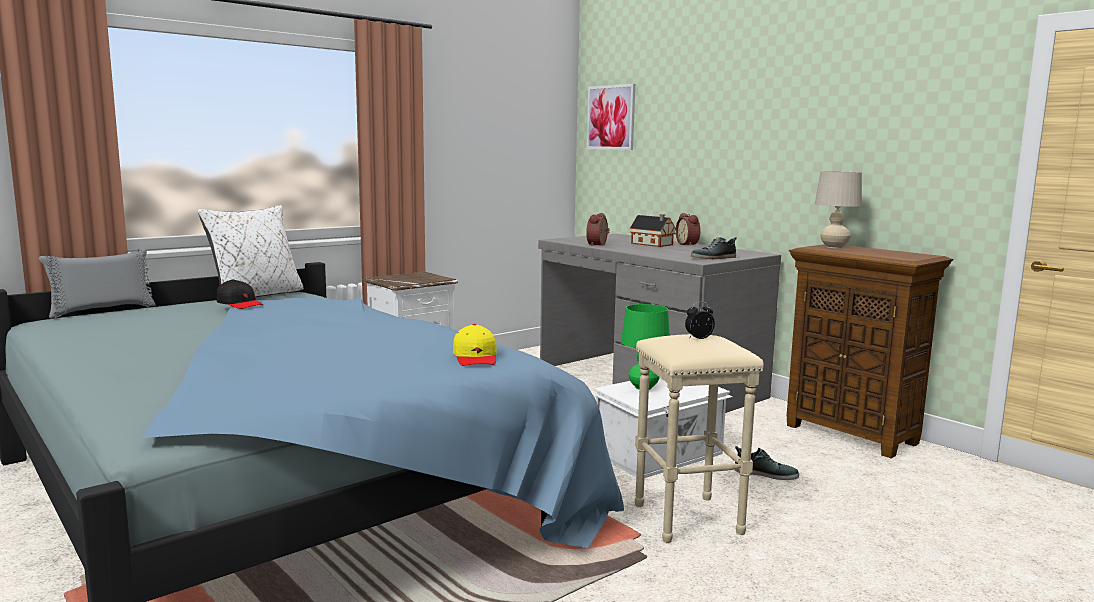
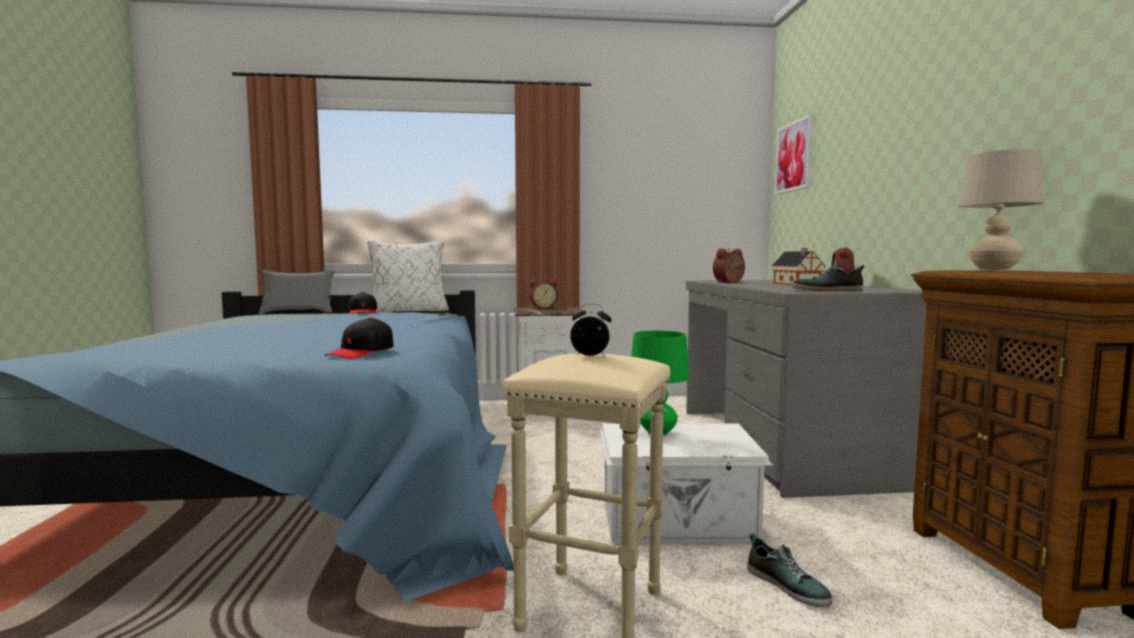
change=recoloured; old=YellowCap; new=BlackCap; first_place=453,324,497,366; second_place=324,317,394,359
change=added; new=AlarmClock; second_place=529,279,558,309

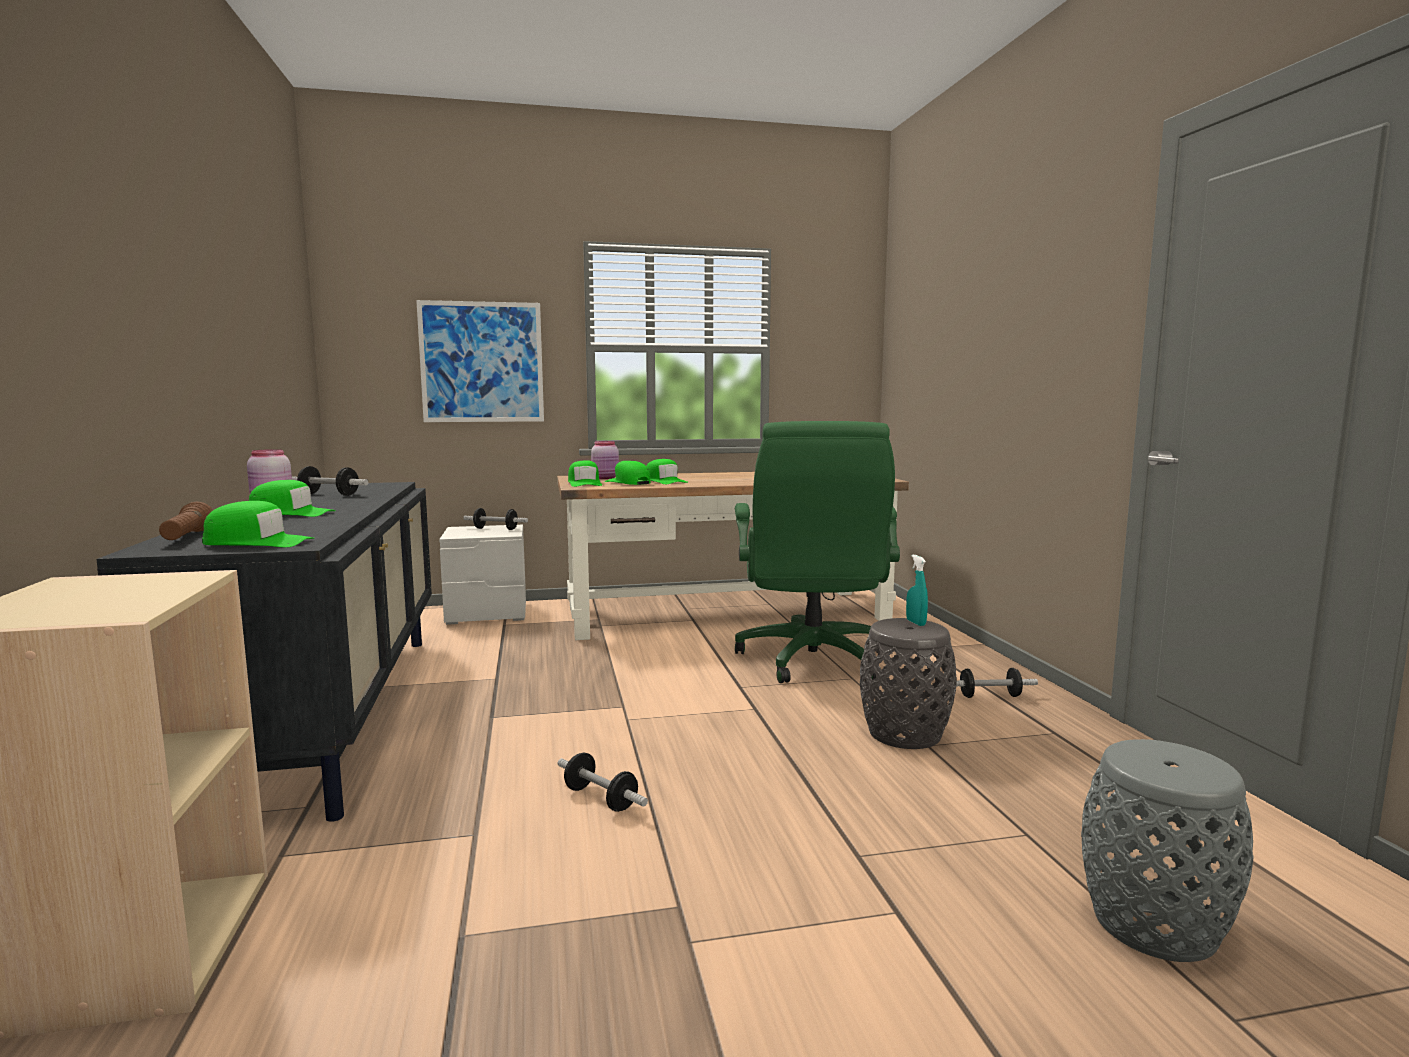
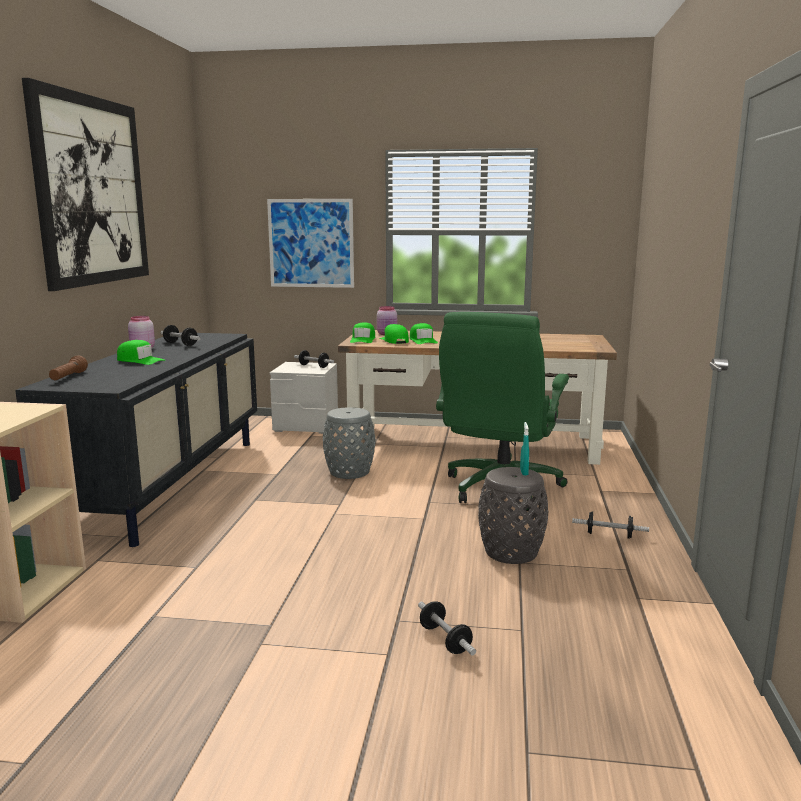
change=removed; old=GreenCap; first_place=202,501,314,547
change=moved; old=GreyStool; first_place=1081,739,1253,962; second_place=323,407,375,479
change=moved; old=Dumbbell; first_place=558,752,648,812; second_place=418,601,476,656
change=added; new=Picture; second_place=22,78,149,291

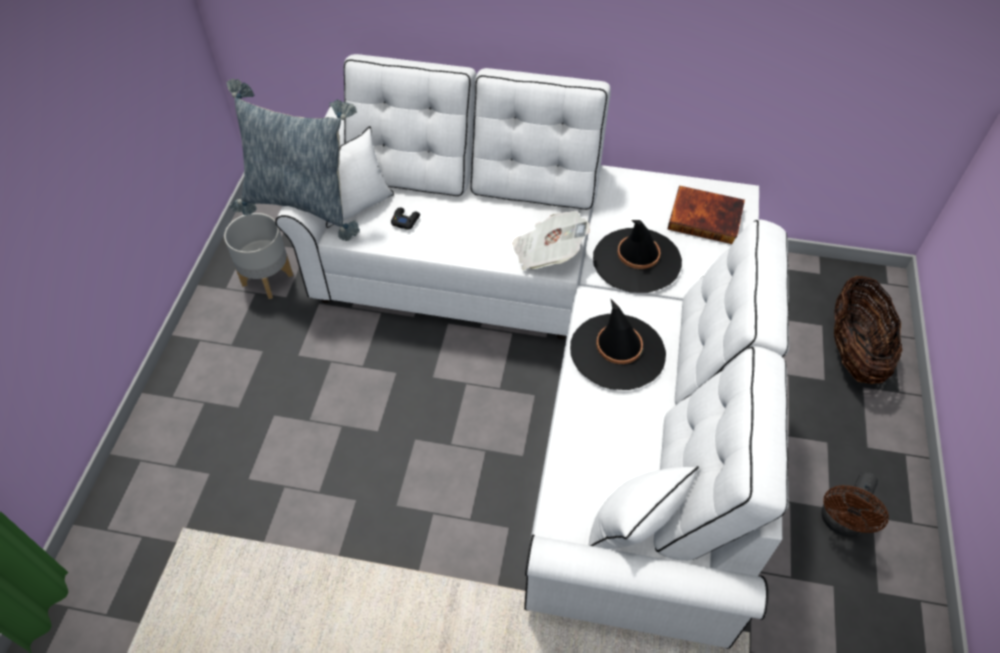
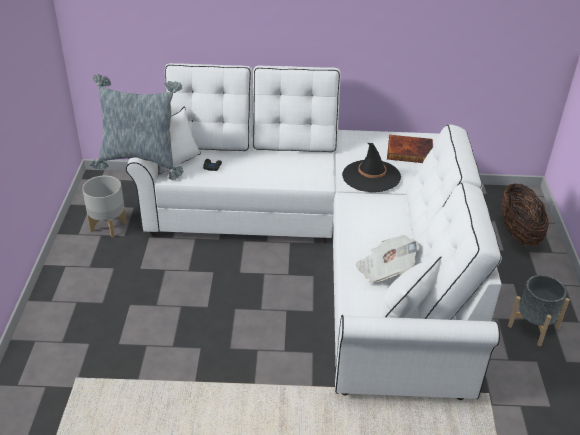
change=moved; old=Newspaper; first_place=512,211,590,270; second_place=356,235,420,283
change=removed; old=BlackHat; first_place=570,298,666,390
change=replaced; old=BrownFan; new=GreyPlanter; first_place=821,472,889,537; second_place=508,275,570,346

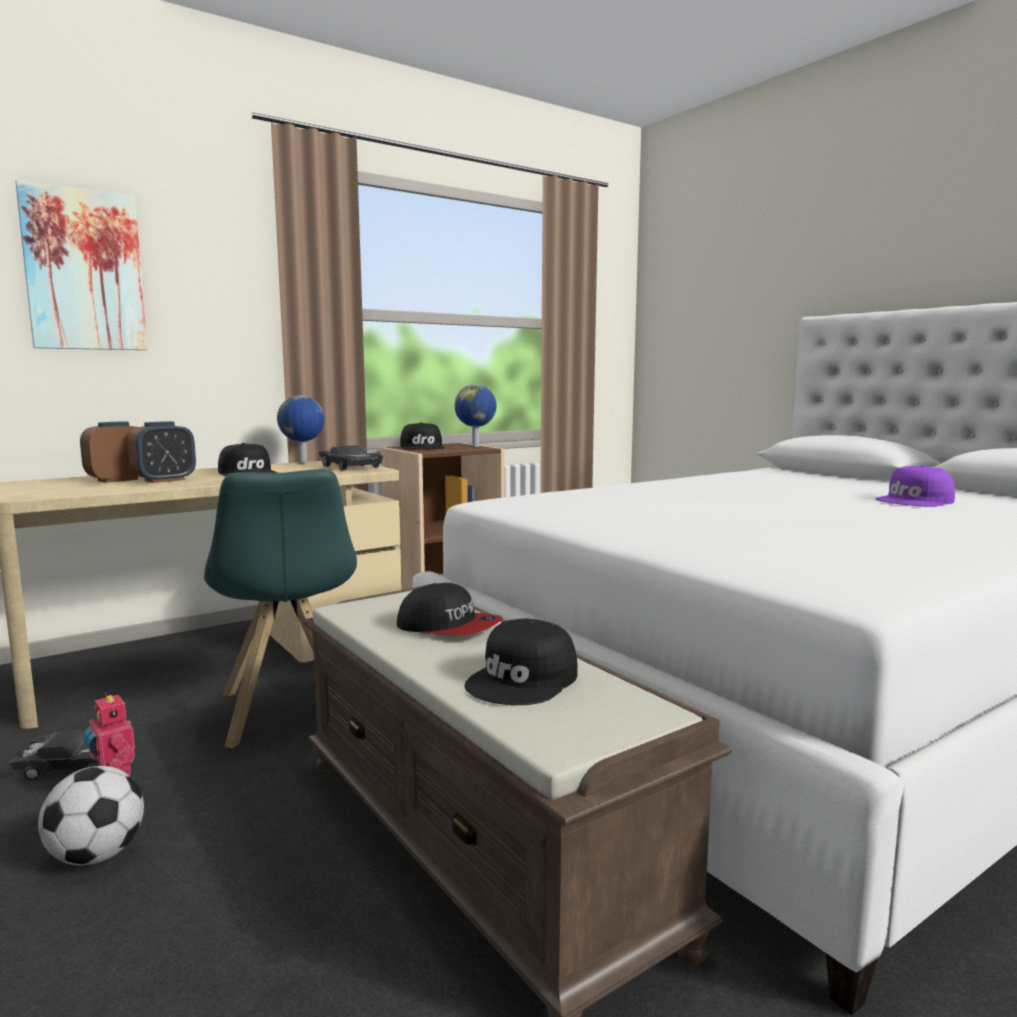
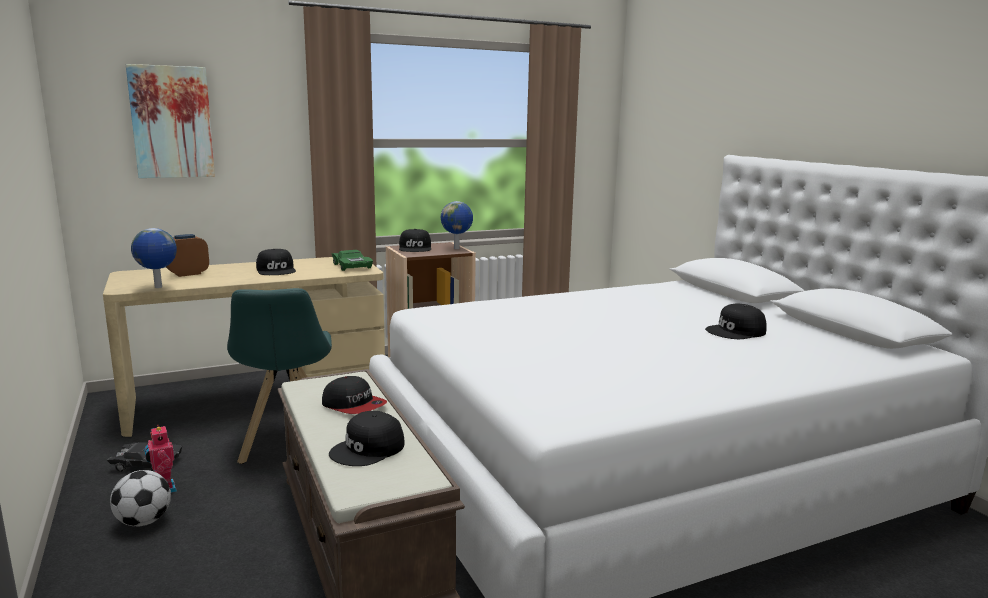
change=moved; old=Globe; first_place=277,395,325,463; second_place=131,228,177,288
change=removed; old=AlarmClock; first_place=128,421,196,483
change=recoloured; old=BlackToyCar; new=GreenToyCar; first_place=319,446,383,471; second_place=332,250,373,271
change=recoloured; old=PurpleCap; new=BlackCap; first_place=876,465,955,507; second_place=705,304,767,339

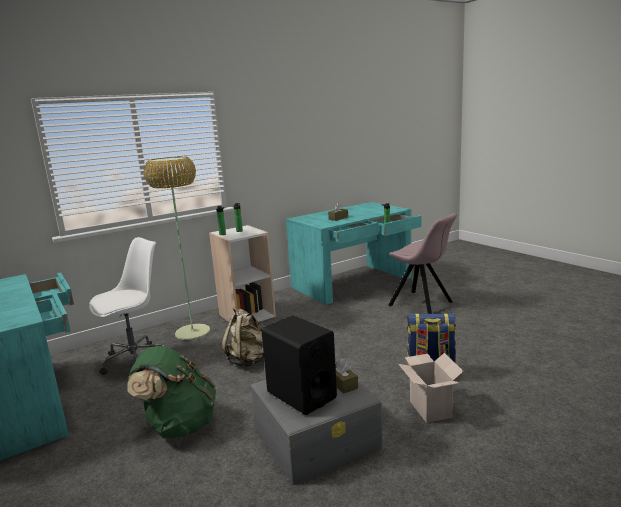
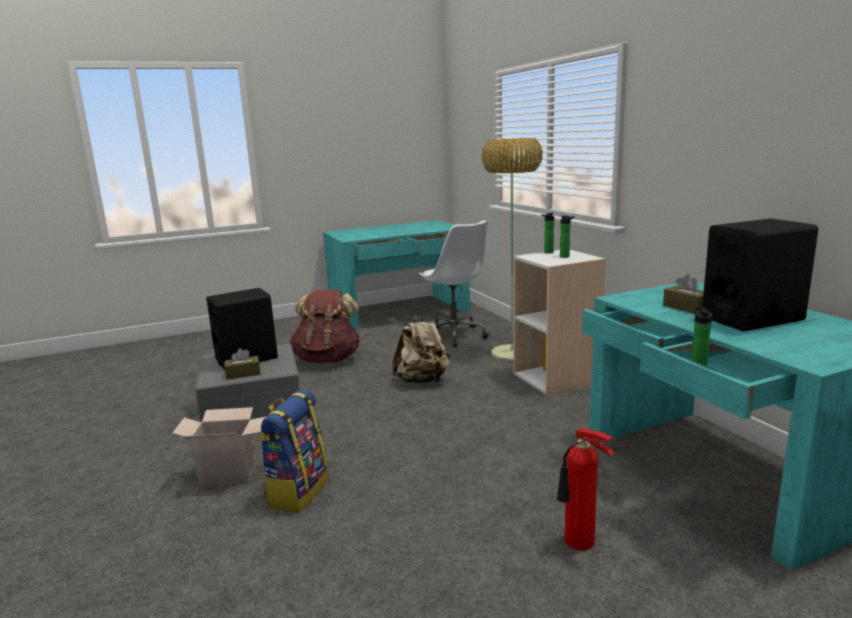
change=replaced; old=PinkChair; new=FireExtinguisher; first_place=389,213,457,314; second_place=557,428,614,550
change=recoloured; old=GreenBackpack; new=BrownBackpack; first_place=127,346,216,438; second_place=290,290,361,363
change=added; new=BlackSpeaker; second_place=702,219,818,331

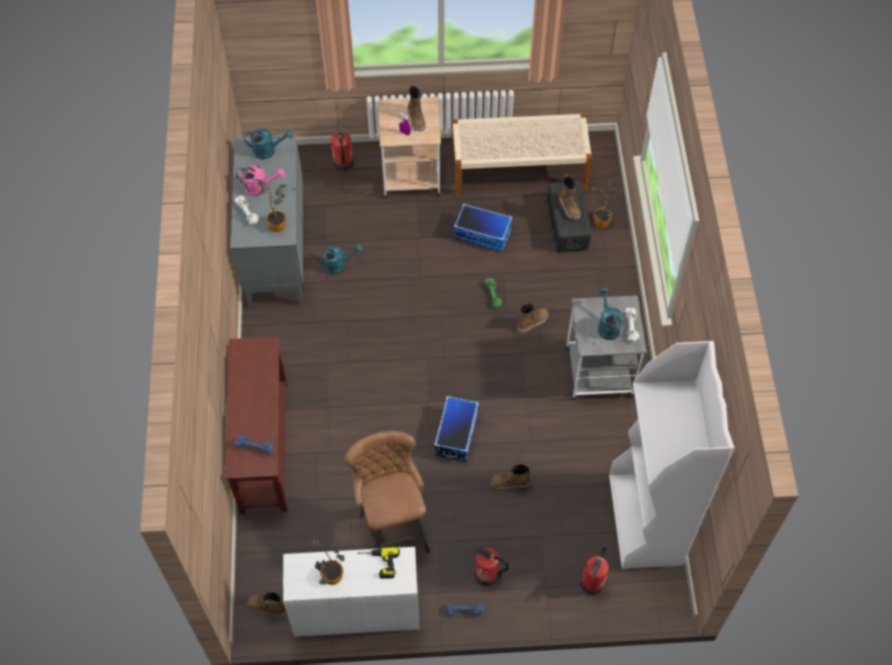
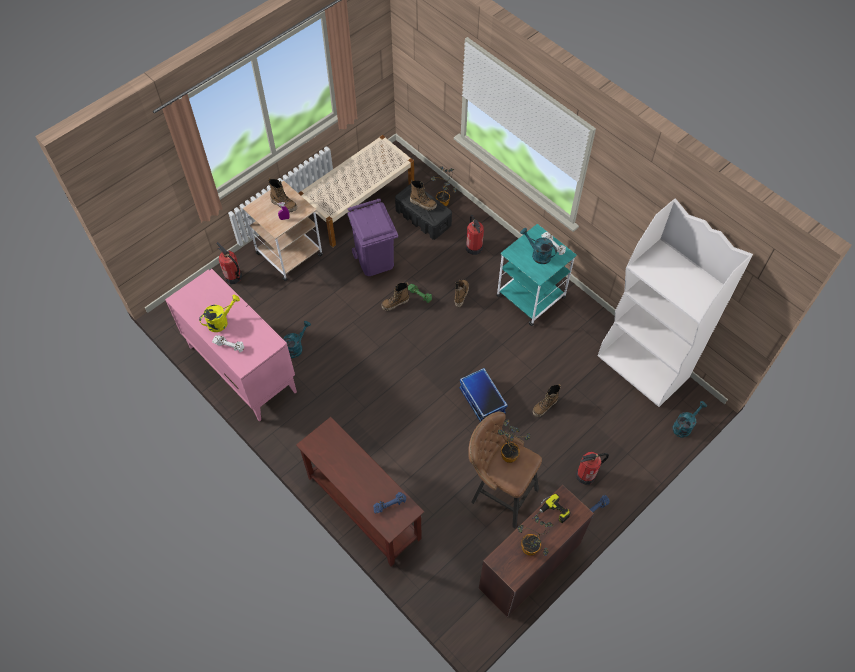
change=moved; old=TurquoiseWateringCan; first_place=244,129,293,159; second_place=672,401,707,438
change=recoloured; old=GreyCabinet; new=PinkCabinet; first_place=231,135,303,308; second_place=165,269,297,422
change=recoloured; old=PinkWateringCan; new=YellowWateringCan; first_place=236,165,285,196; second_place=199,295,240,332
change=moved; old=PottedPlant; first_place=258,180,286,232; second_place=498,420,530,463
change=replaced; old=StorageBox; new=PurpleTrashCan; first_place=454,204,512,252; second_place=347,199,398,276
change=recoloured; old=GreyCart; new=TurquoiseCart; first_place=565,296,647,400; second_place=496,224,577,326
change=recoloured; old=WhiteDesk; new=BrownDesk; first_place=283,547,420,637; second_place=479,485,594,617
change=moved; old=FireExtinguisher; first_place=580,547,609,595; second_place=466,215,484,255
change=moved; old=Boot; first_place=247,592,287,616; second_place=381,283,409,311

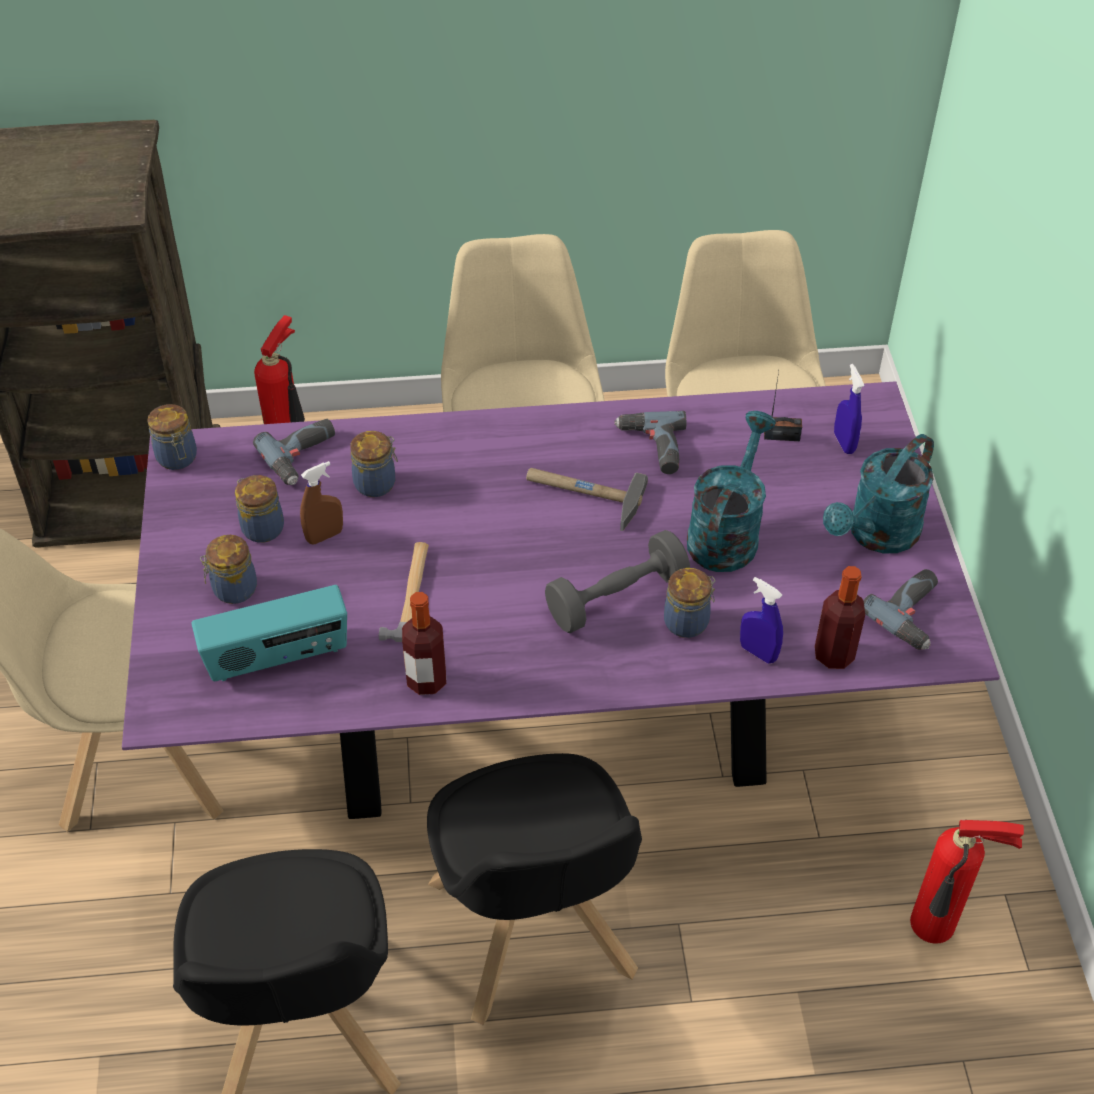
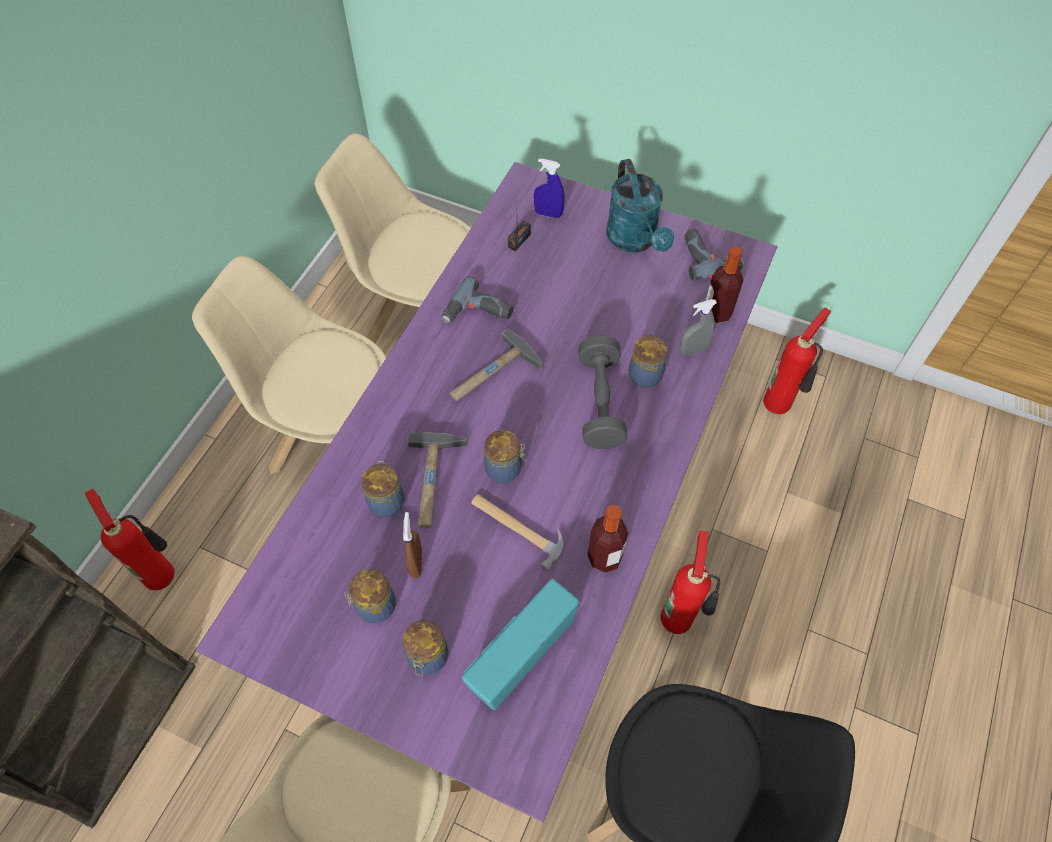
change=moved; old=Jar; first_place=147,404,197,470; second_place=484,430,526,483
change=removed; old=TurquoiseWateringCan; first_place=687,411,776,572
change=removed; old=PowerDrill; first_place=253,419,335,485
change=recoloured; old=BlueSprayBottle; new=GreySprayBottle; first_place=740,577,783,663; second_place=679,299,717,356
change=turned; old=Radio; first_place=192,585,347,681; second_place=462,579,579,710; degrees=-150
change=replaced; old=BlackChair; new=FireExtinguisher; first_place=427,753,642,1026; second_place=661,530,720,634
change=added; new=Hammer; second_place=407,432,467,528

